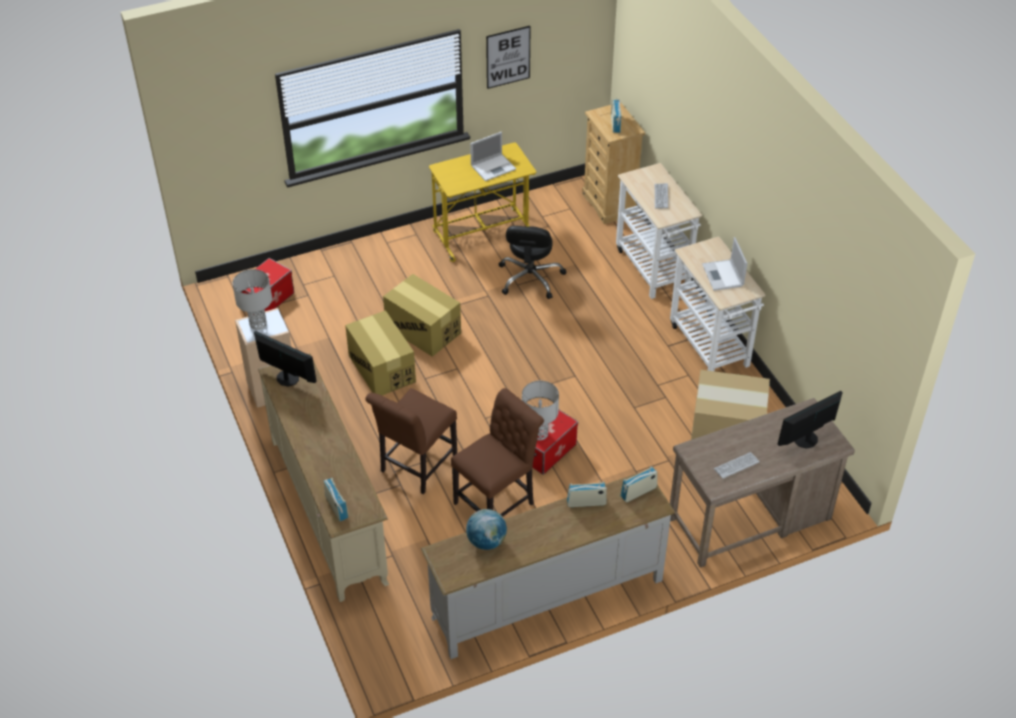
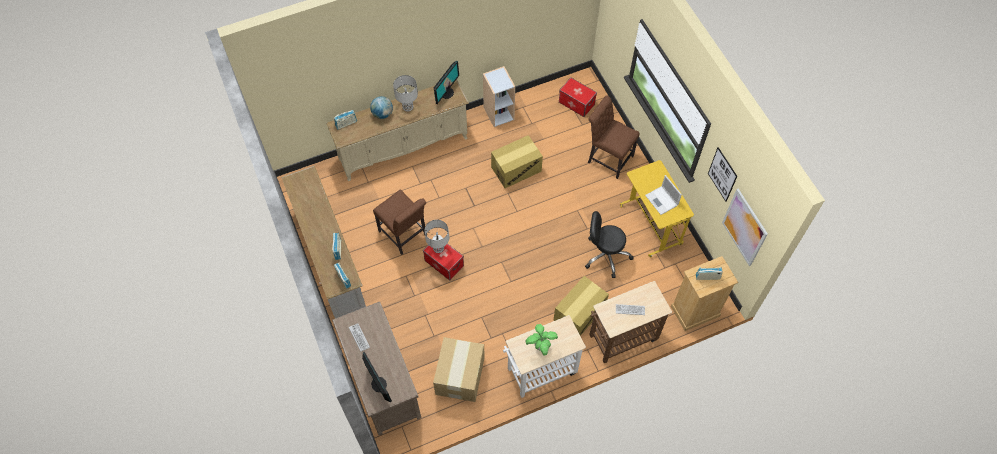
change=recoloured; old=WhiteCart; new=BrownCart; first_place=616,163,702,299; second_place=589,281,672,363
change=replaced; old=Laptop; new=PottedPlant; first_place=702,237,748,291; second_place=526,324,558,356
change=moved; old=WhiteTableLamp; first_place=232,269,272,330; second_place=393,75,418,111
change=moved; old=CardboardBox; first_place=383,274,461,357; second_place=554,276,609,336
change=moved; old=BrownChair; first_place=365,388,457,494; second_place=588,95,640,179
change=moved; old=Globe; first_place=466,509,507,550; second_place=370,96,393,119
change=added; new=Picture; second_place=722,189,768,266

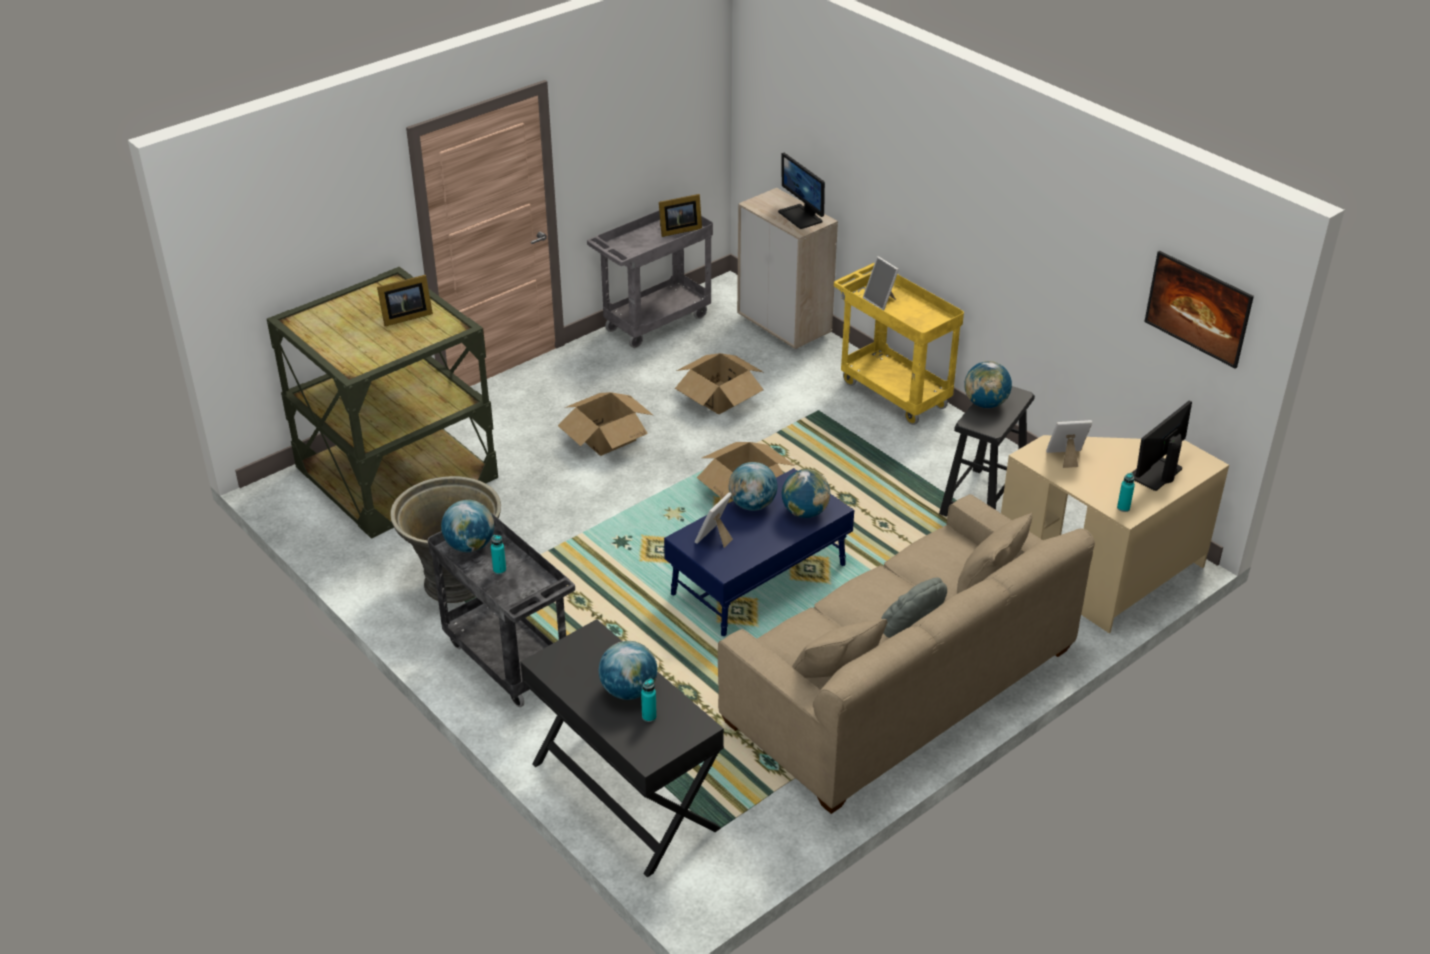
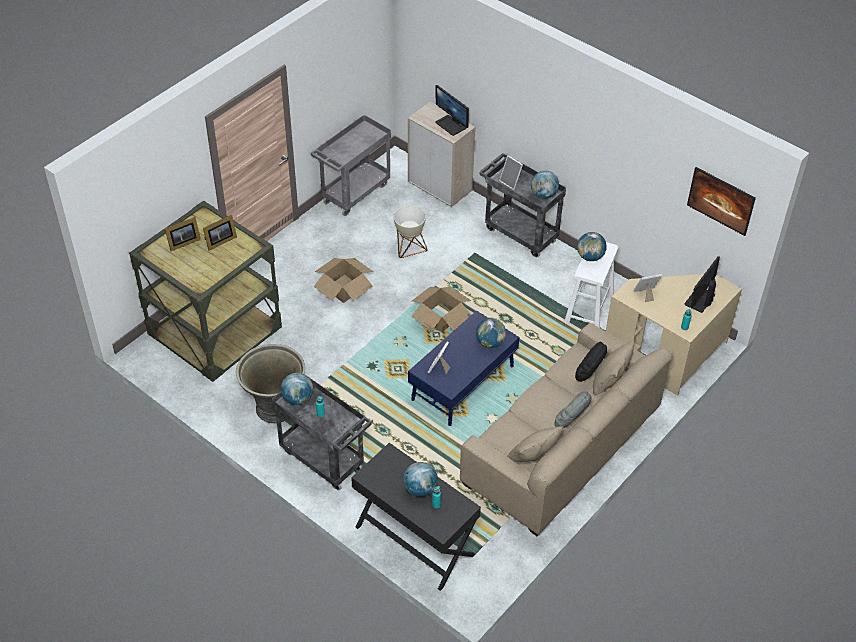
change=moved; old=PictureFrame; first_place=659,194,702,237; second_place=165,217,201,251
change=recoloured; old=YellowCart; new=GreyCart; first_place=834,263,964,425; second_place=479,153,566,257
change=replaced; old=CardboardBox; new=Planter; first_place=675,353,764,415; second_place=393,205,428,258
change=recoloured; old=BlackStool; new=WhiteStool; first_place=939,386,1035,516; second_place=564,242,619,328
change=moved; old=Globe; first_place=729,462,777,511; second_place=531,171,559,199
change=added; new=BlackPillow; second_place=575,341,607,382

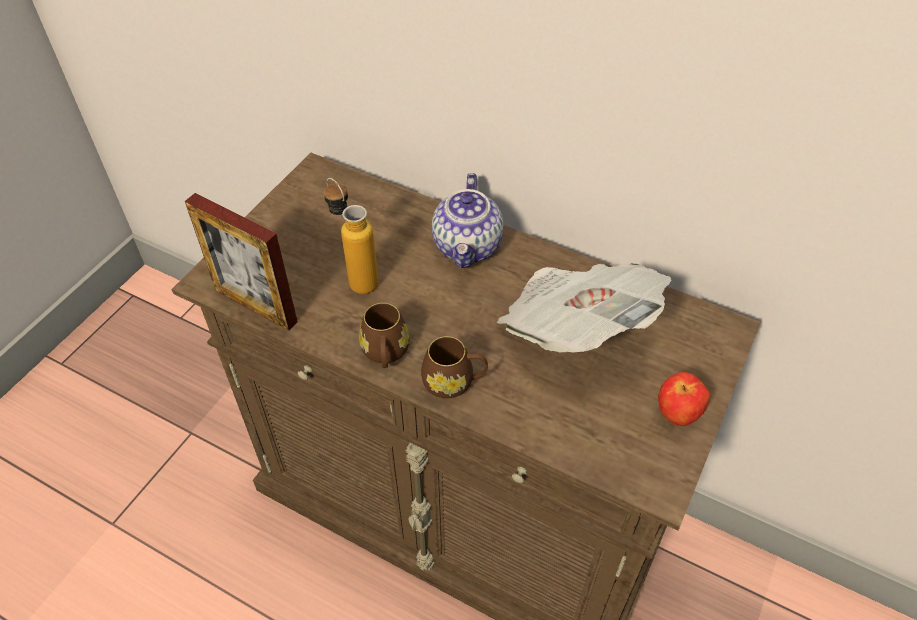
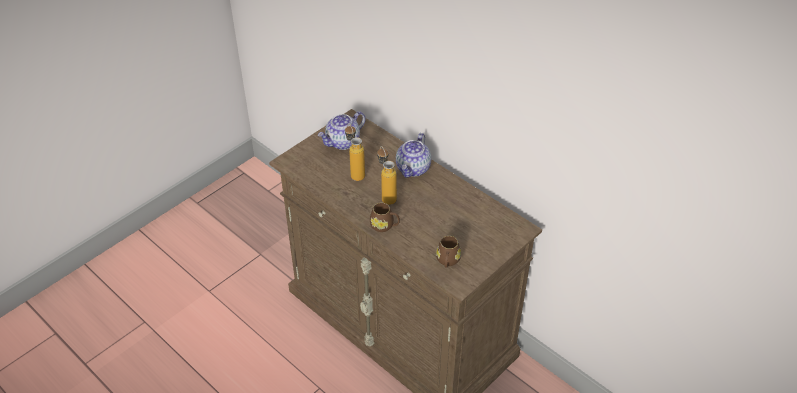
change=removed; old=PictureFrame; first_place=185,193,298,330
change=removed; old=Newspaper; first_place=497,263,672,352
change=moved; old=BrownMug; first_place=359,303,410,368; second_place=436,236,461,268
change=removed; old=Apple; first_place=658,372,711,426
change=added; new=Teapot; second_place=318,111,366,150
change=added; new=Bottle; second_place=377,146,397,205

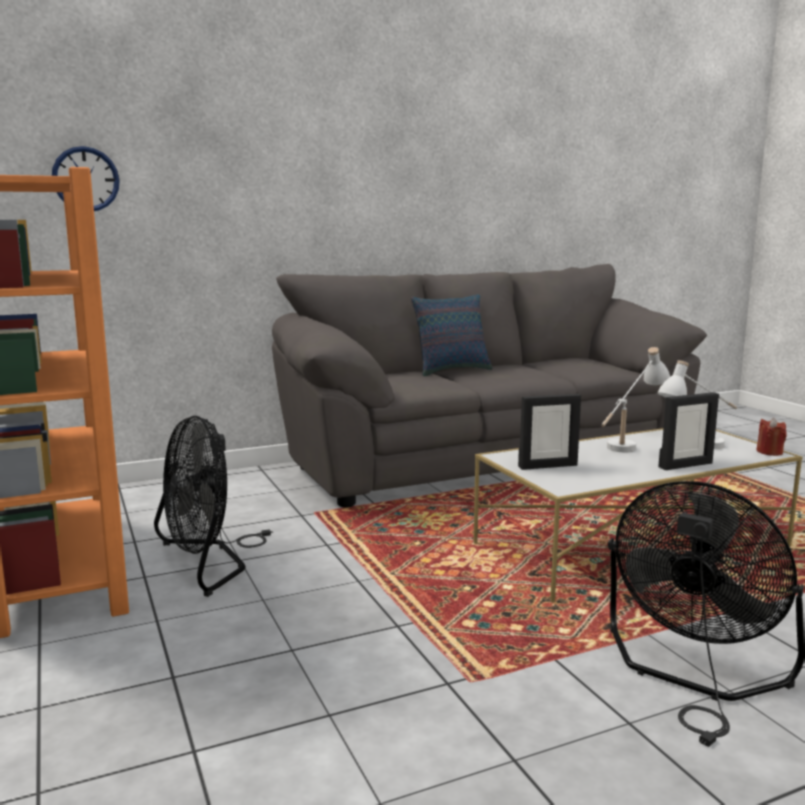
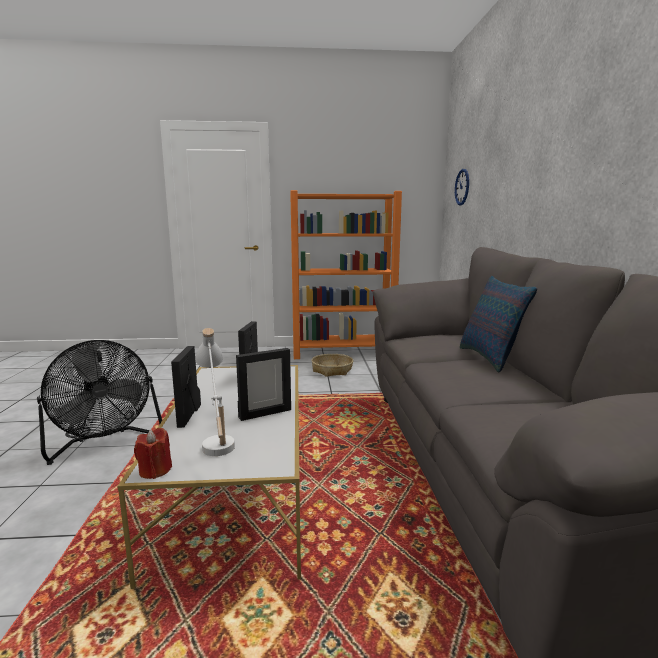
change=replaced; old=WhiteTableLamp; new=PictureFrame; first_place=601,347,670,452; second_place=236,348,291,421
change=replaced; old=BlackFan; new=Basket; first_place=154,416,272,597; second_place=311,354,353,377

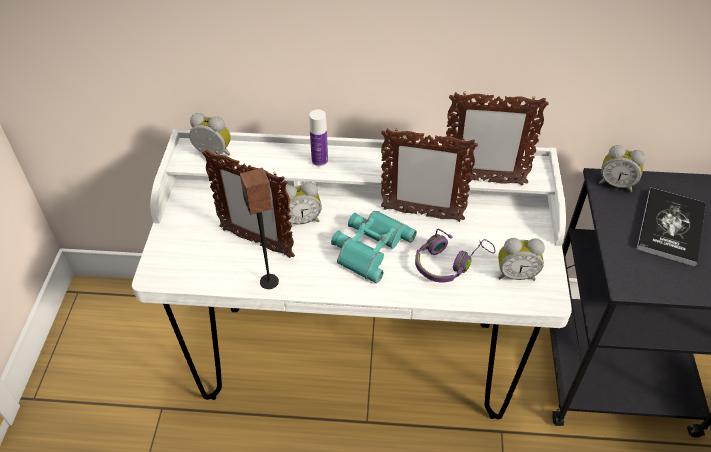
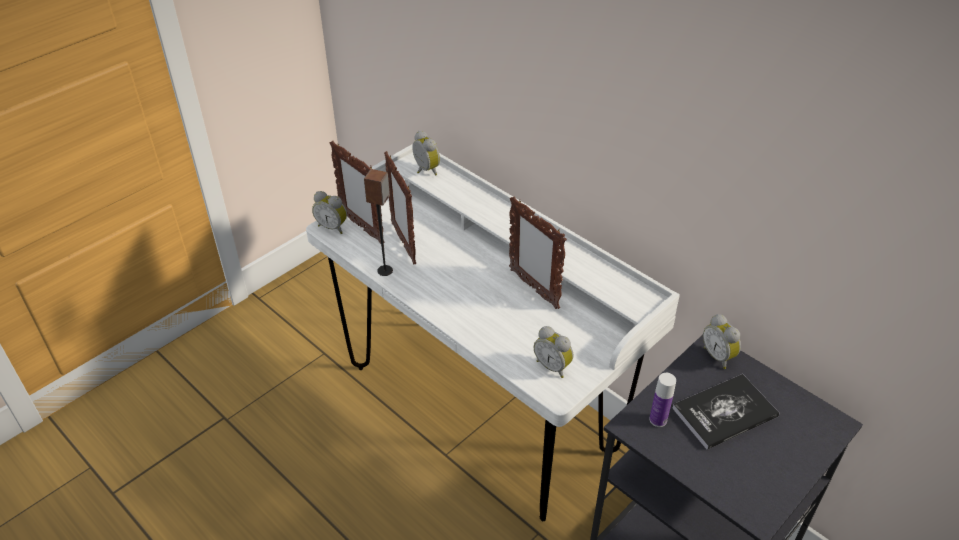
change=moved; old=PictureFrame; first_place=446,92,549,186; second_place=330,141,385,244
change=moved; old=Bottle; first_place=309,109,328,166; second_place=649,373,676,427
change=moved; old=AlarmClock; first_place=281,182,322,225; second_place=312,191,347,234
change=removed; old=TurquoiseBinoculars; first_place=331,211,417,283
change=removed; old=PurpleHeadphones; first_place=415,229,495,283

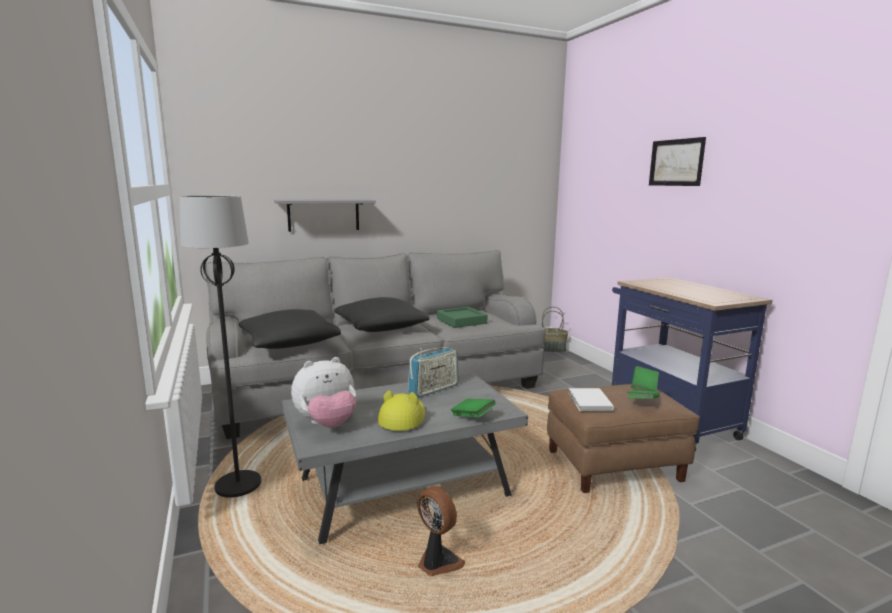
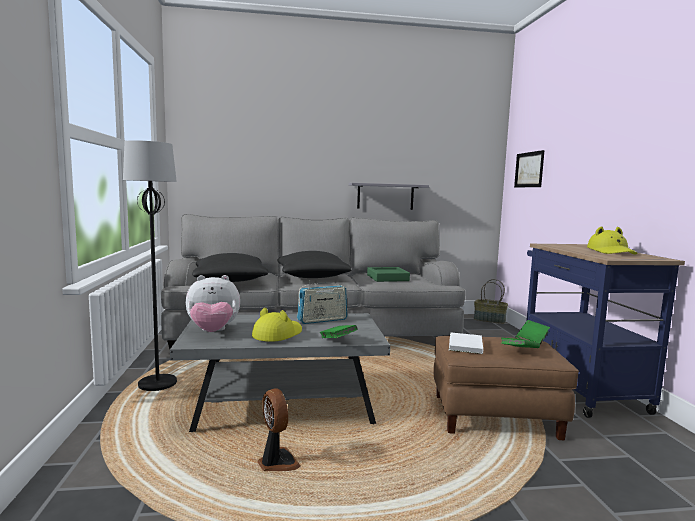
change=moved; old=Picture; first_place=649,137,706,186; second_place=514,150,545,187
change=moved; old=GreyShelf; first_place=274,199,376,232; second_place=349,183,429,210
change=added; new=YellowHat; second_place=587,226,637,255

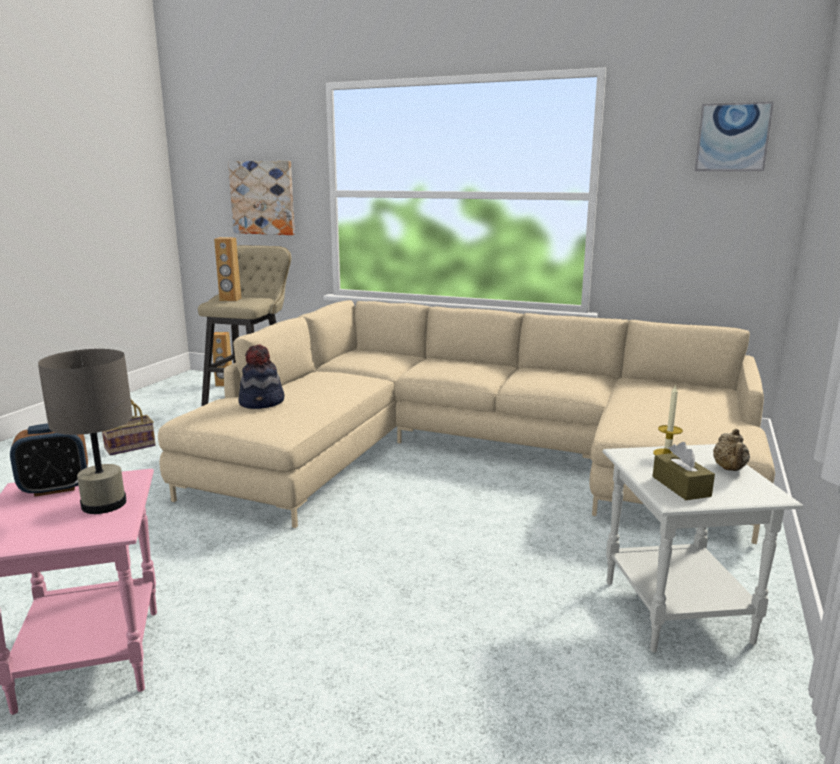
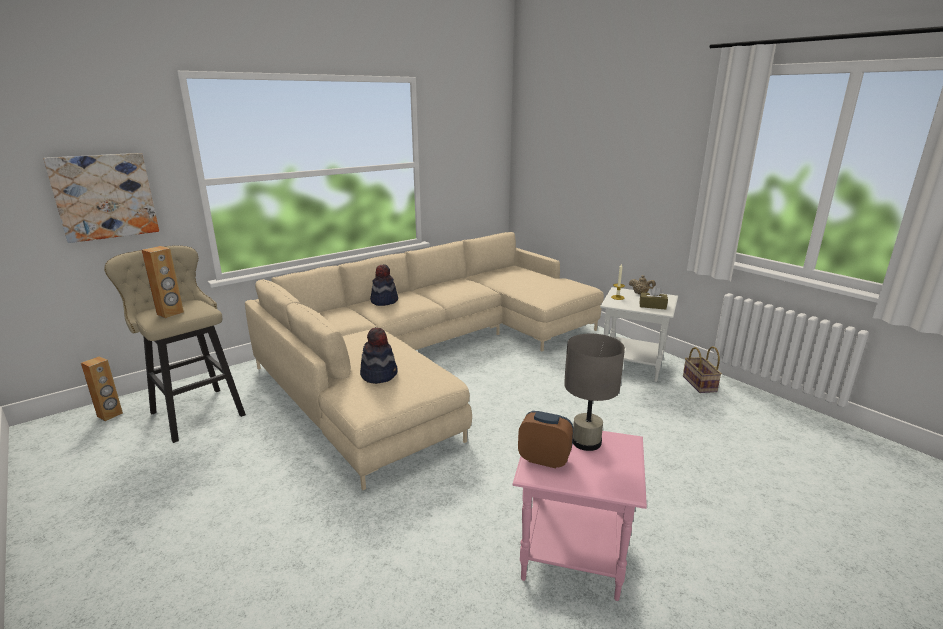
change=removed; old=Picture; first_place=695,102,774,171
change=moved; old=Basket; first_place=102,399,156,456; second_place=683,346,722,393
change=turned; old=AlarmClock; first_place=10,423,88,497; second_place=518,411,573,469; degrees=-75
change=added; new=Hat; second_place=370,264,398,306

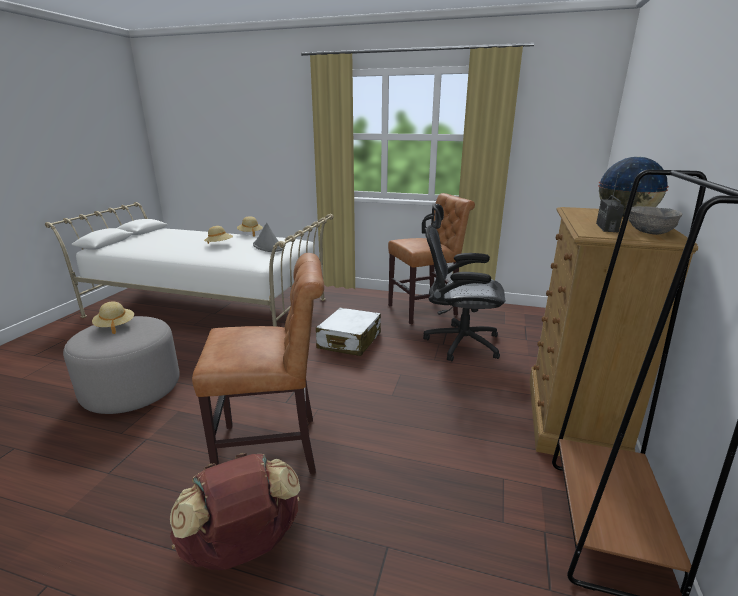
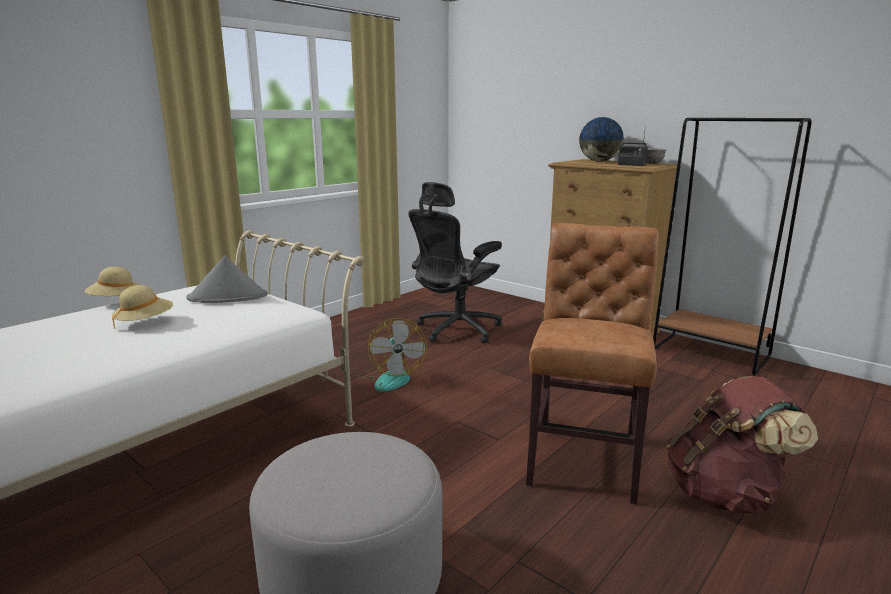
change=removed; old=BrownChair; first_place=388,193,475,324
change=removed; old=BeigeHat; first_place=92,302,134,334
change=replaced; old=WhiteSuitcase; new=Fan; first_place=316,308,381,356; second_place=359,318,427,391

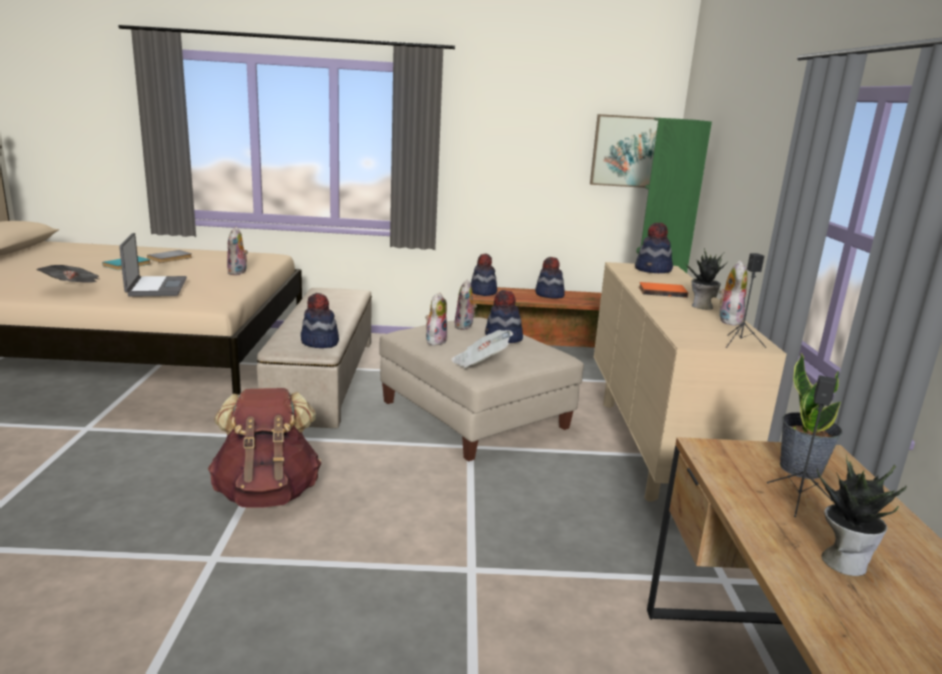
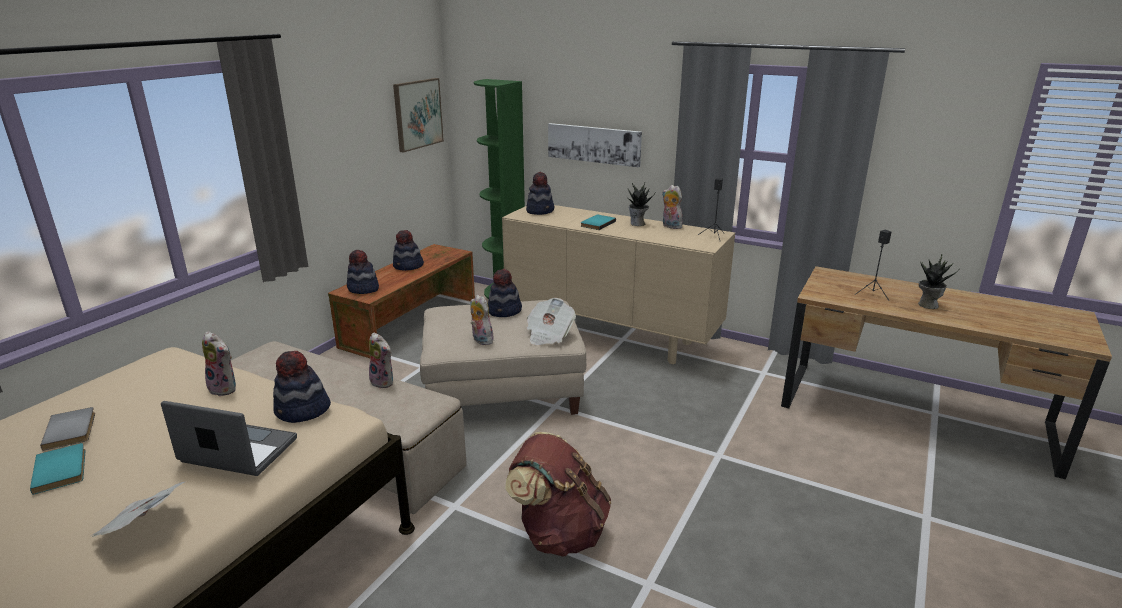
change=moved; old=PlushToy; first_place=454,280,477,330; second_place=369,333,393,389
change=recoloured; old=OrangeBook; new=TurquoiseBook; first_place=639,282,688,298; second_place=580,215,616,230
change=moved; old=Hat; first_place=301,293,339,348; second_place=273,351,331,423
change=removed; old=PottedPlant; first_place=780,353,842,479
change=added; new=Picture; second_place=548,123,642,167

